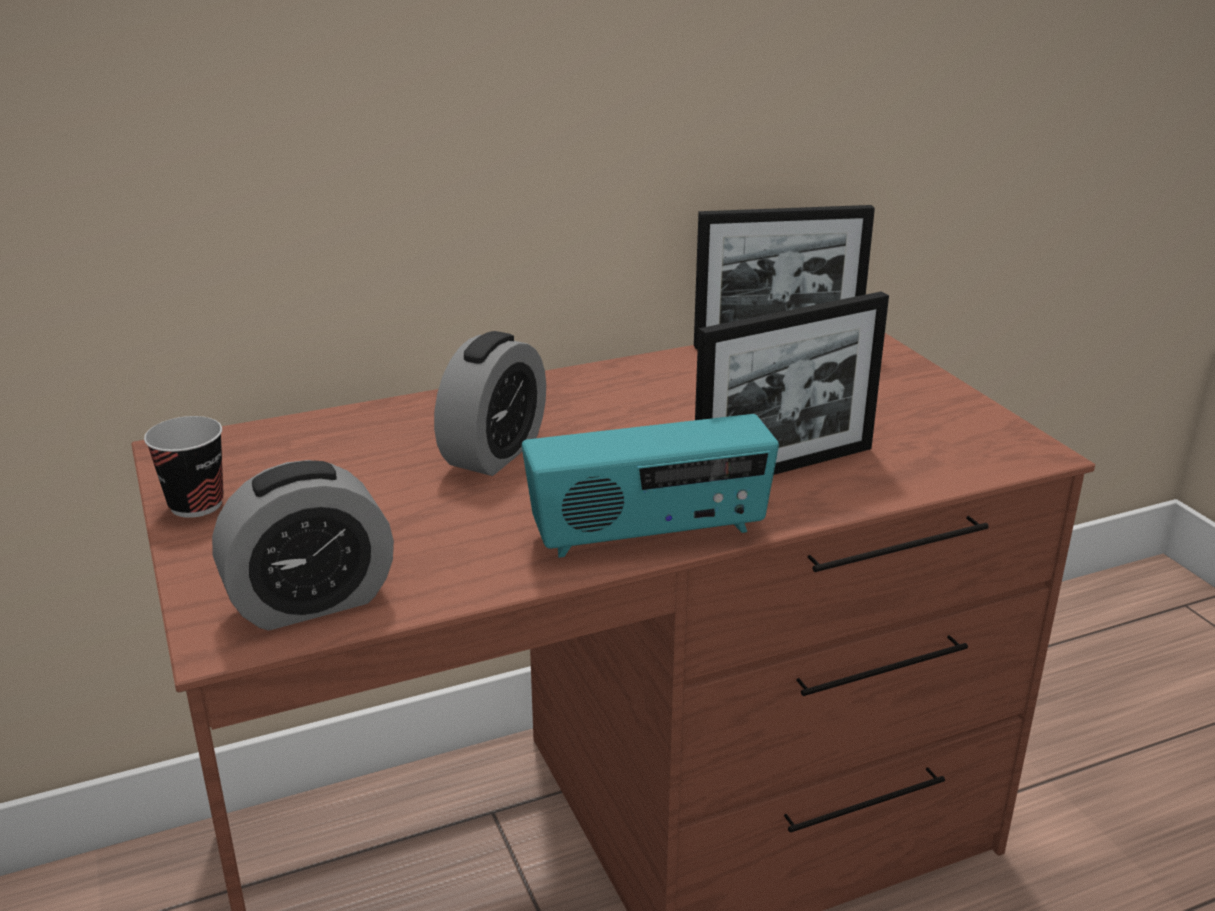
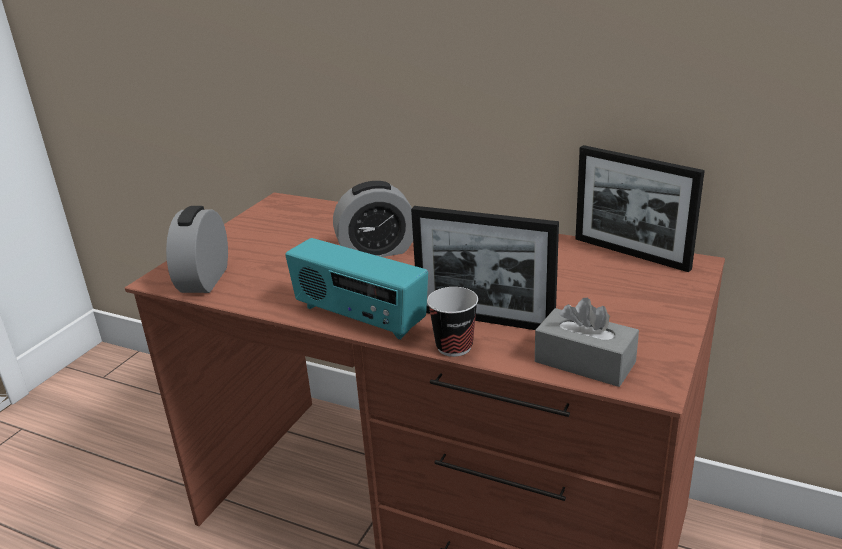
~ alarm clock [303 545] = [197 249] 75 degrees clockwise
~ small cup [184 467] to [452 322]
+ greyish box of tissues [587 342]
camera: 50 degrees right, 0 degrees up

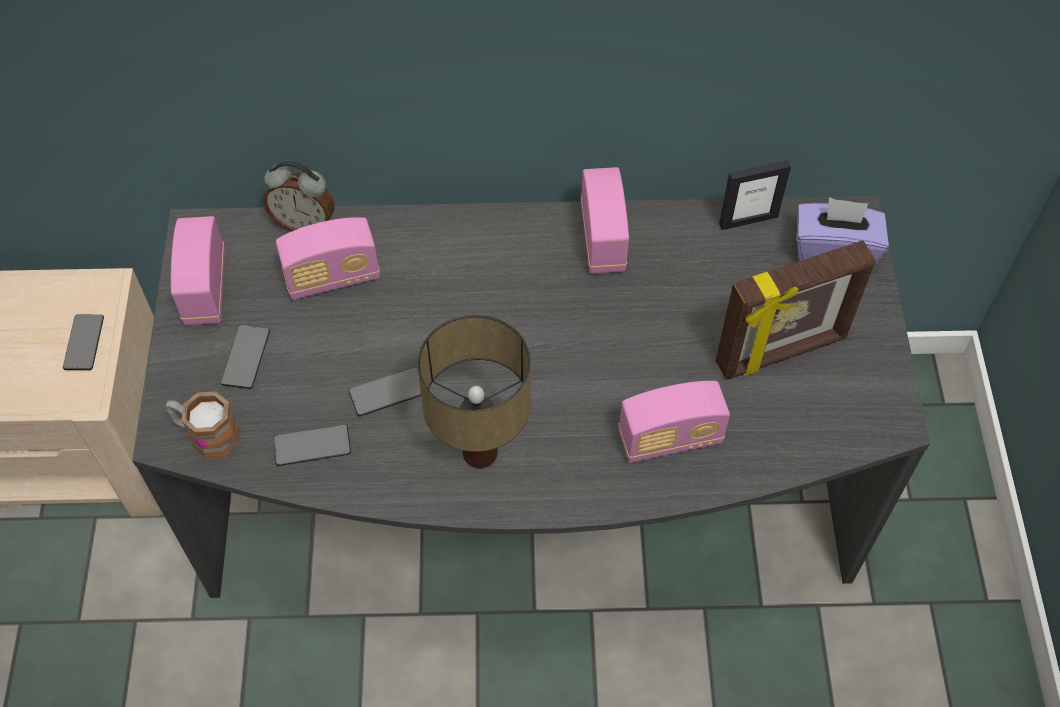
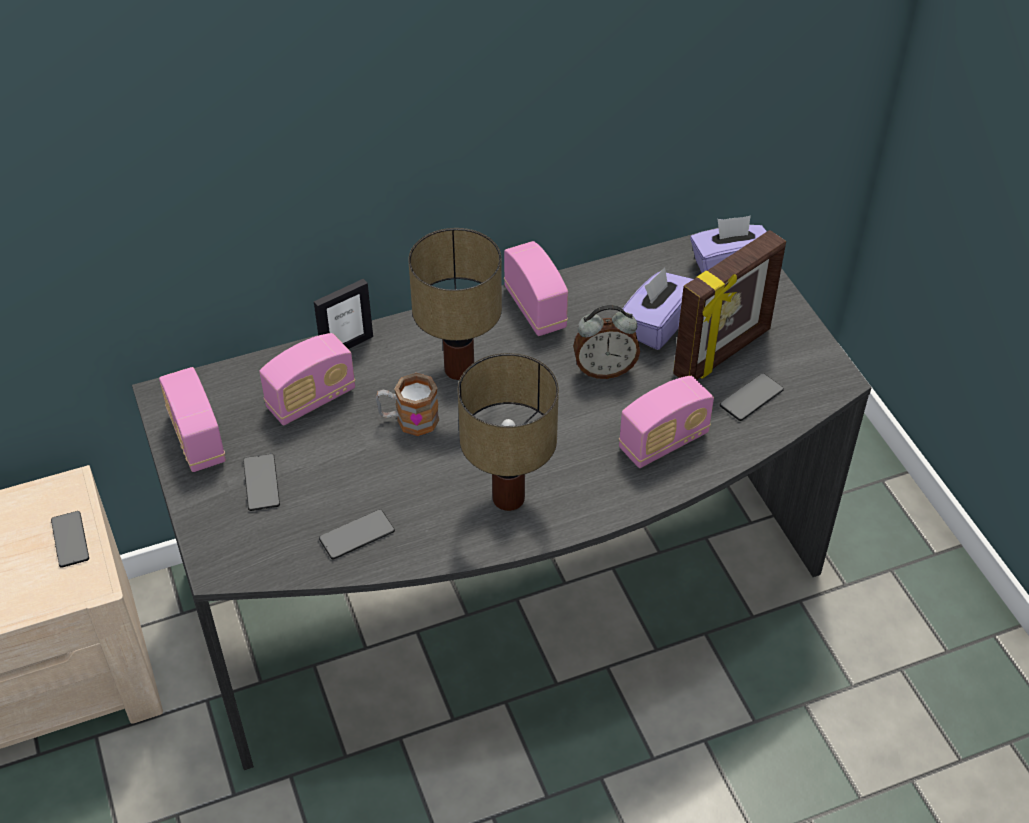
~ photo frame [755 195] to [343 314]
~ tea mug [202 424] to [407 404]
+ tabletop lamp [455 304]
~ alarm clock [299 196] to [606 342]
+ purple-coloured box of tissues [658 308]
~ phone [385 391] to [752 397]
camera: 20 degrees left, 10 degrees down

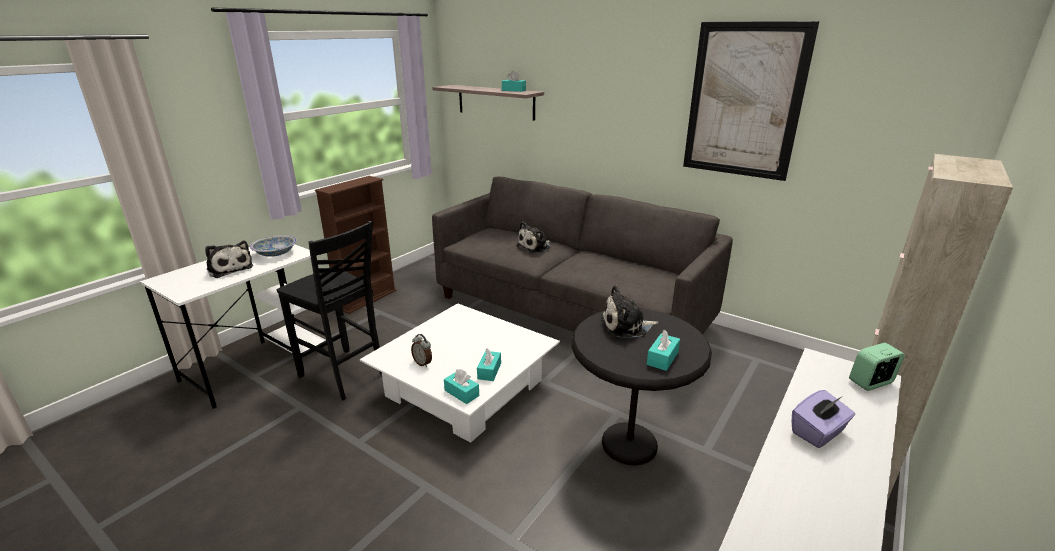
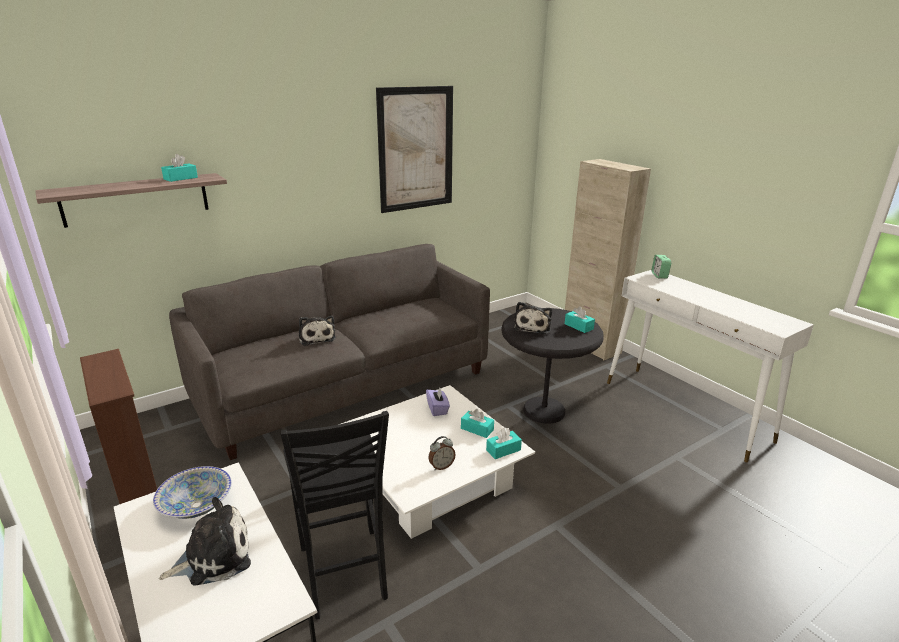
~ black-coloured chair [329 310] = [335 515] 105 degrees clockwise
~ purple-coloured box of tissues [823 419] to [438 401]
camera: 70 degrees left, 0 degrees up

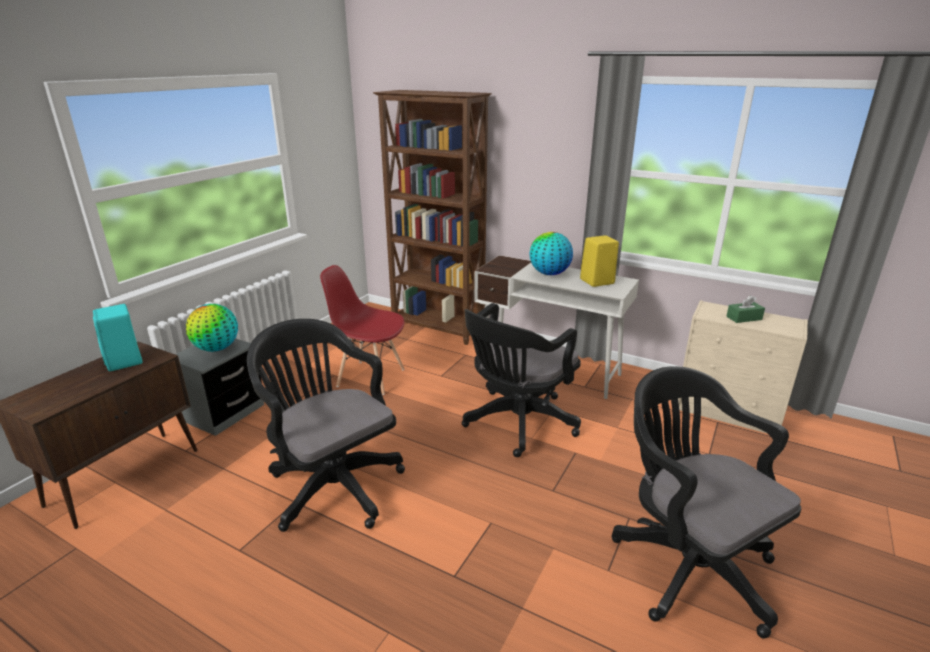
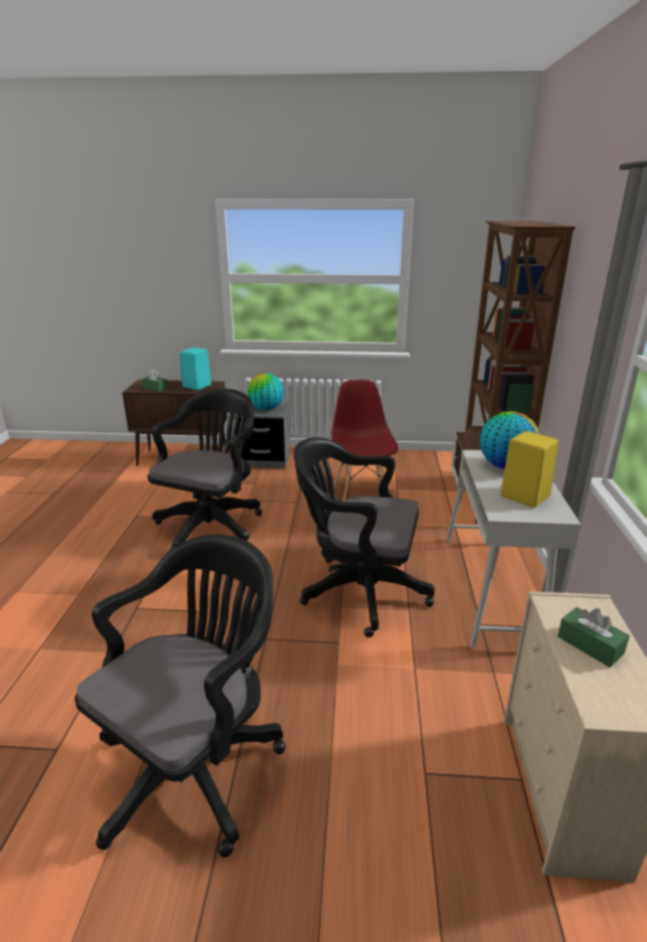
+ green-coloured box of tissues [155 380]
camera: 65 degrees right, 0 degrees up

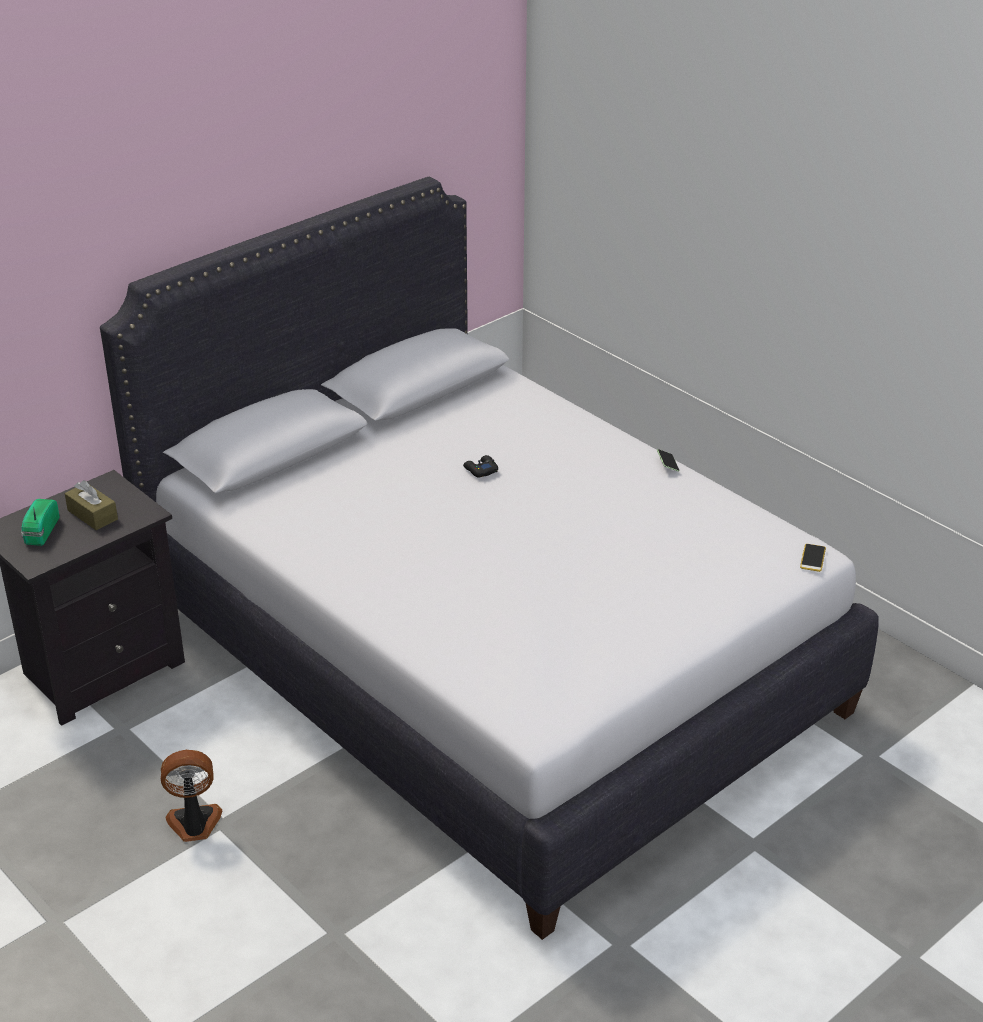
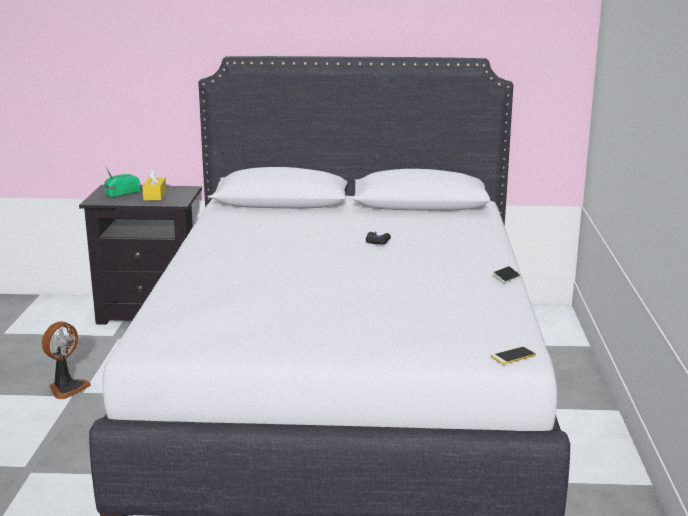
~ cooling fan [191 796] = [66 360] 90 degrees clockwise
~ brown-coloured box of tissues [91 505] to yellow-coloured box of tissues [154 184]
camera: 45 degrees right, 15 degrees down

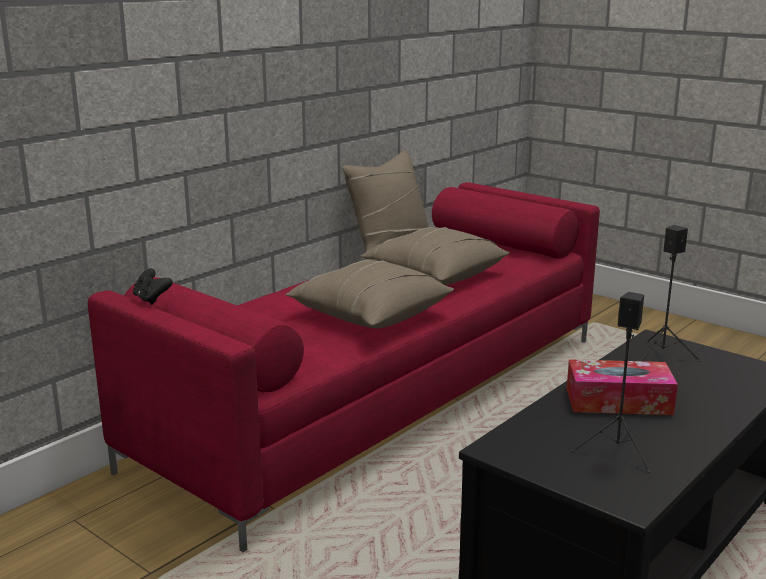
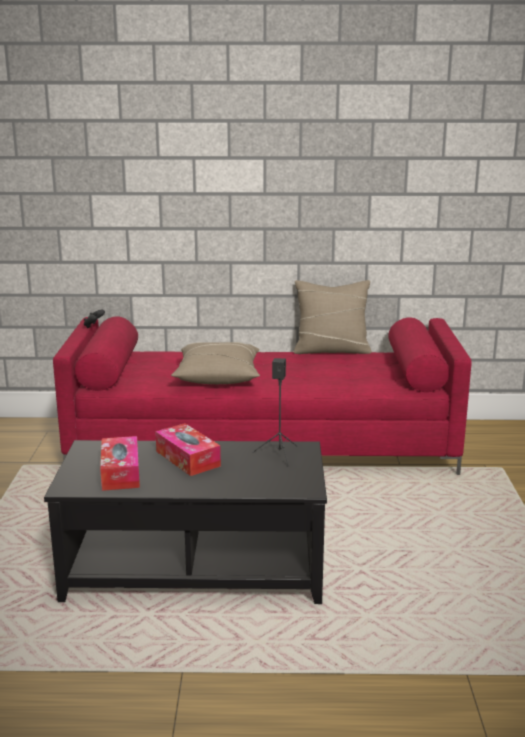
~ black-coloured audio speaker [611 382] to box of tissues [120 463]
- sand-coloured cushion [435 256]
camera: 50 degrees right, 0 degrees up

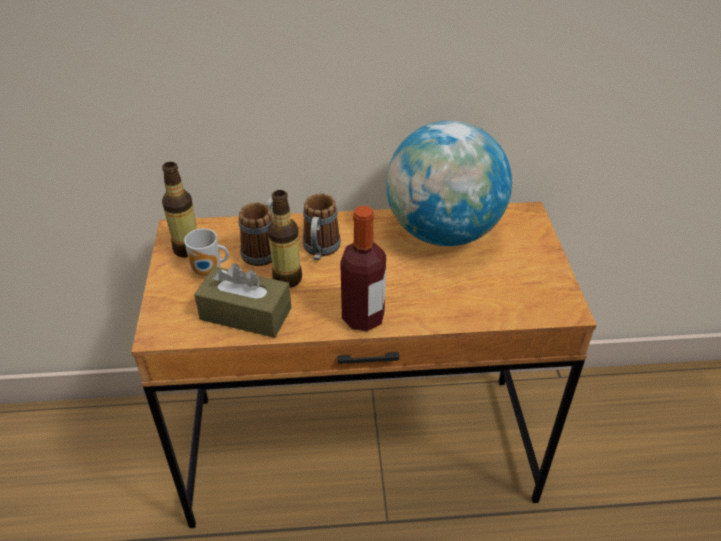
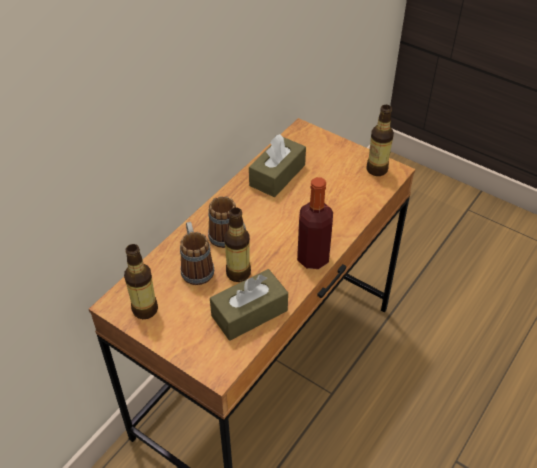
~ desk globe [449 183] to brown-coloured box of tissues [277 165]
+ beverage bottle [380 140]
- tea mug [206 252]
camera: 50 degrees left, 5 degrees up

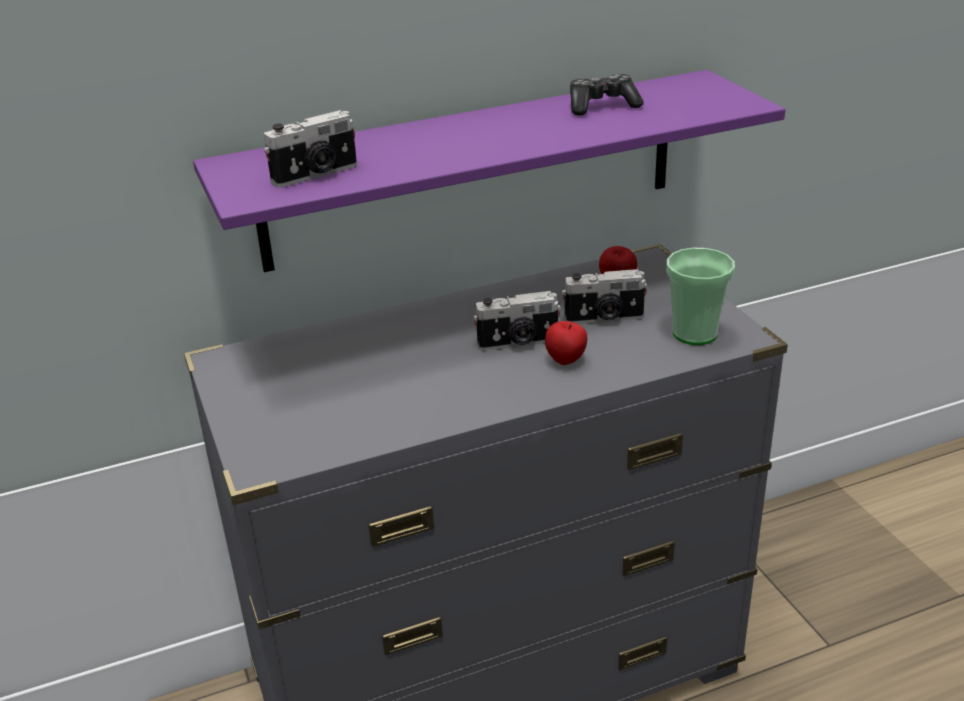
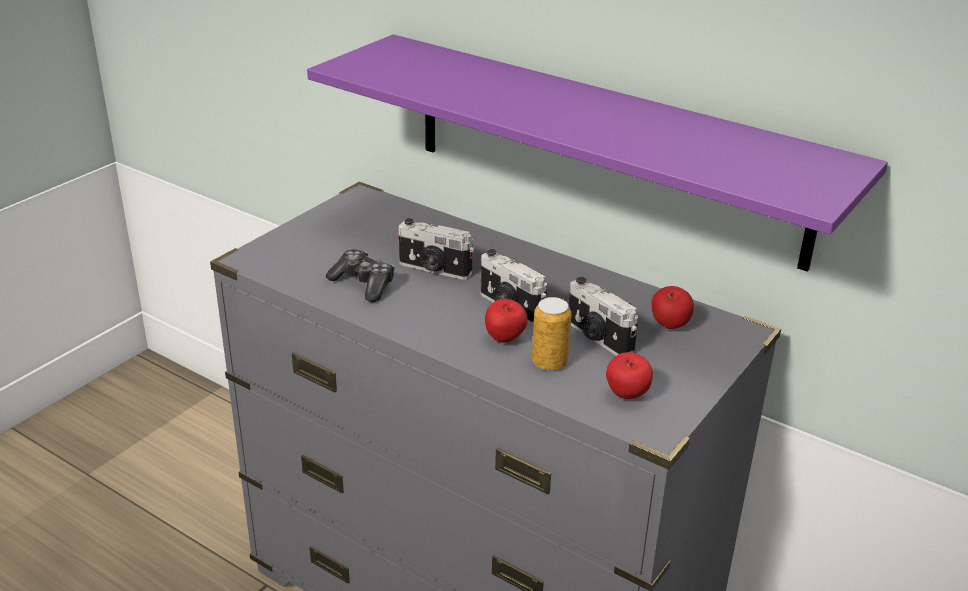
~ joypad [606 95] to [360 275]
~ photo camera [310 149] to [436 249]
+ can [552 334]
~ small cup [701 296] to whole apple [629 375]
camera: 55 degrees right, 0 degrees up

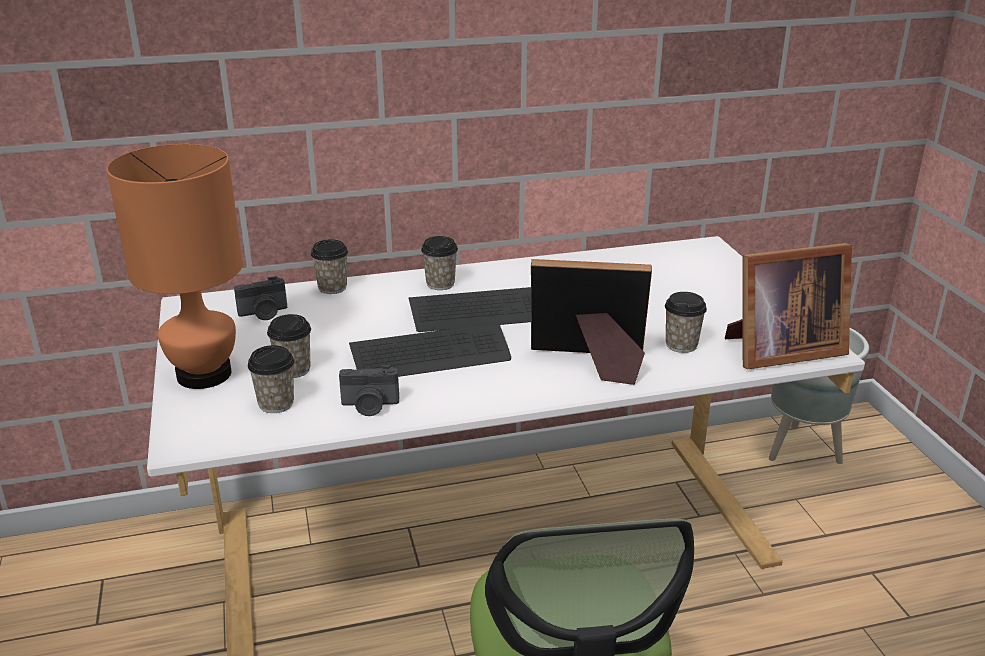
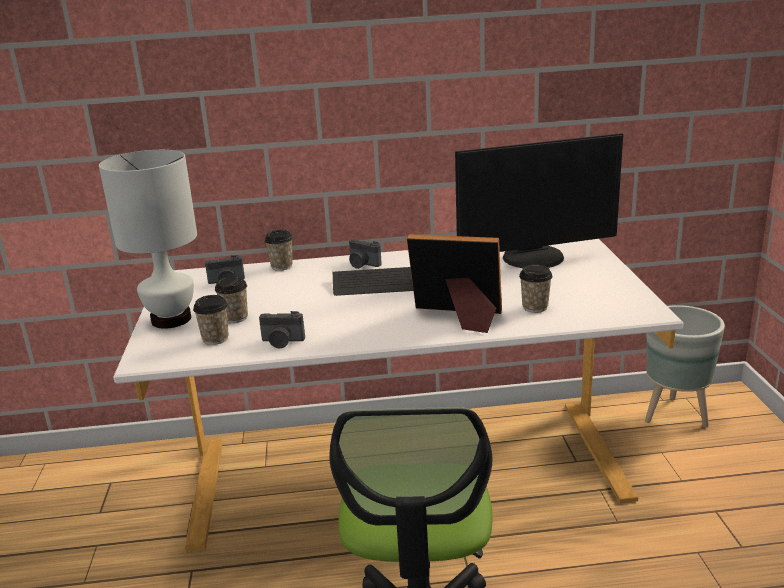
~ orange tabletop lamp [174 266] to white-coloured tabletop lamp [148 239]
~ small cup [439 263] to photo camera [365 254]
+ monitor [539 200]
- computer keyboard [430 350]
- photo frame [788 306]
camera: 10 degrees right, 5 degrees down

